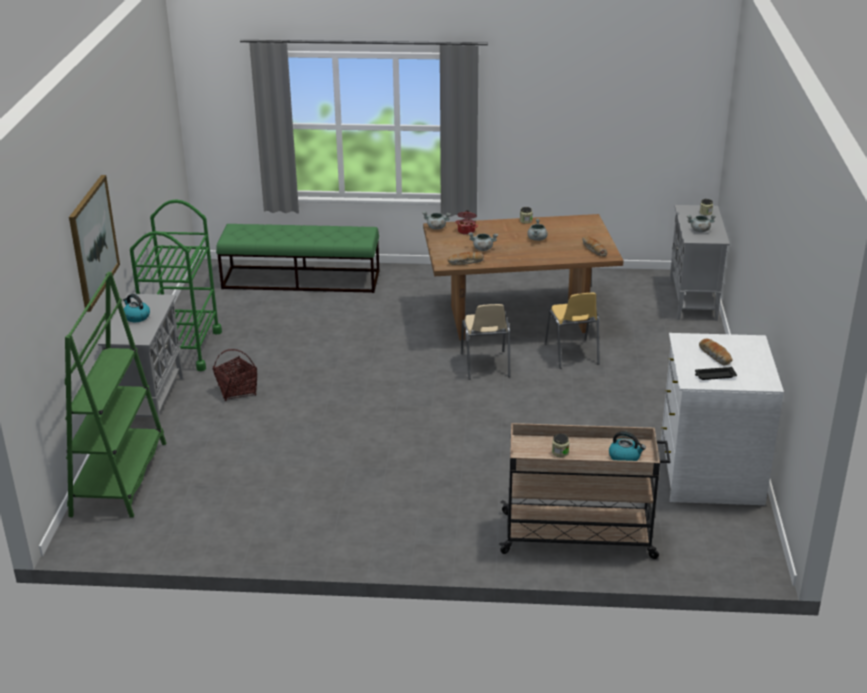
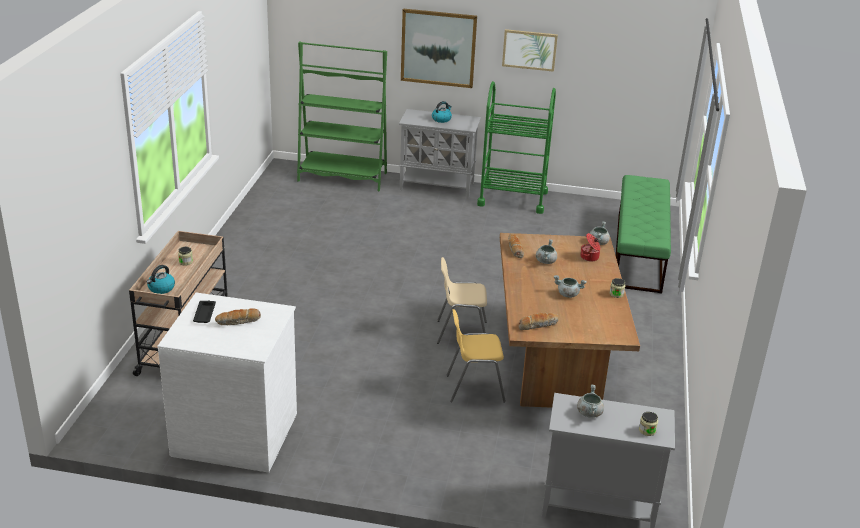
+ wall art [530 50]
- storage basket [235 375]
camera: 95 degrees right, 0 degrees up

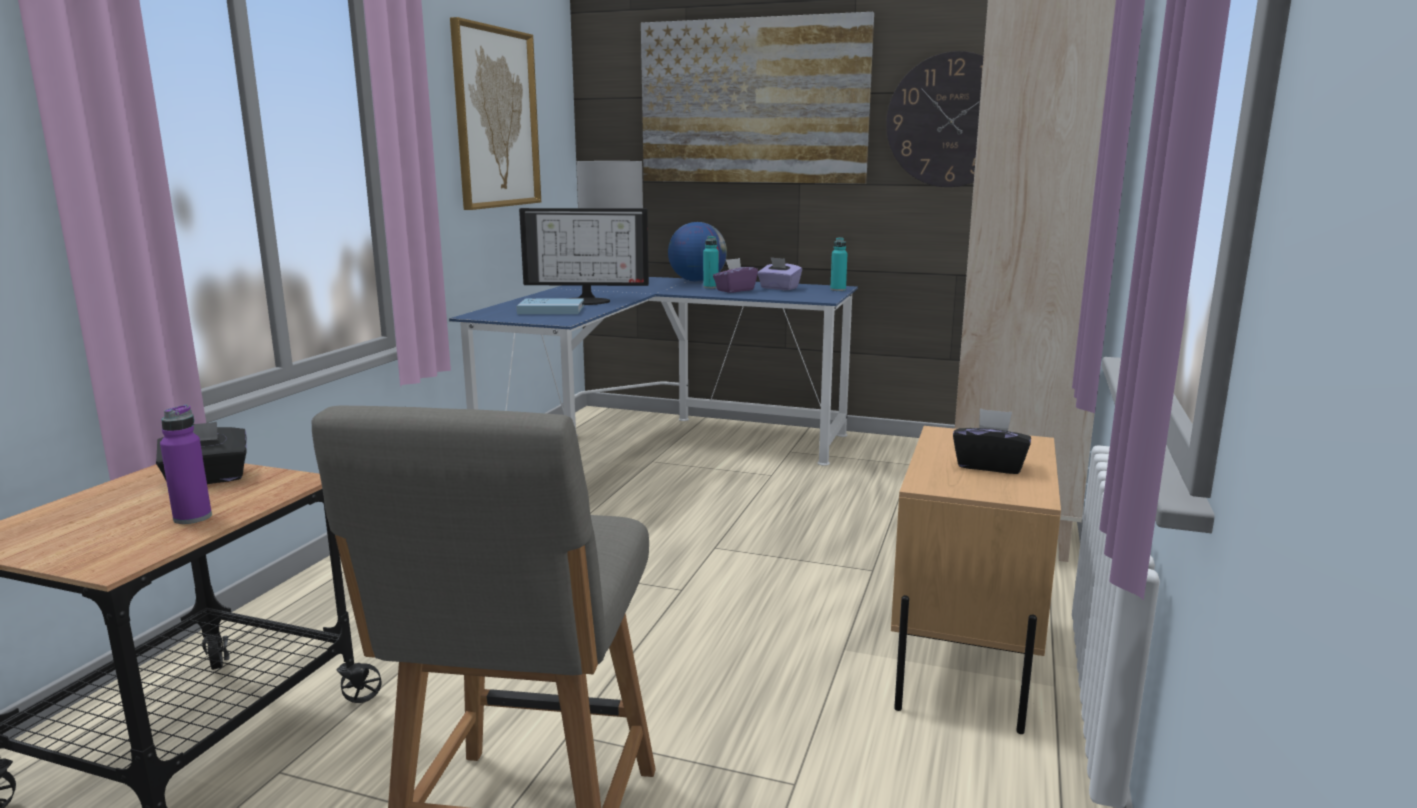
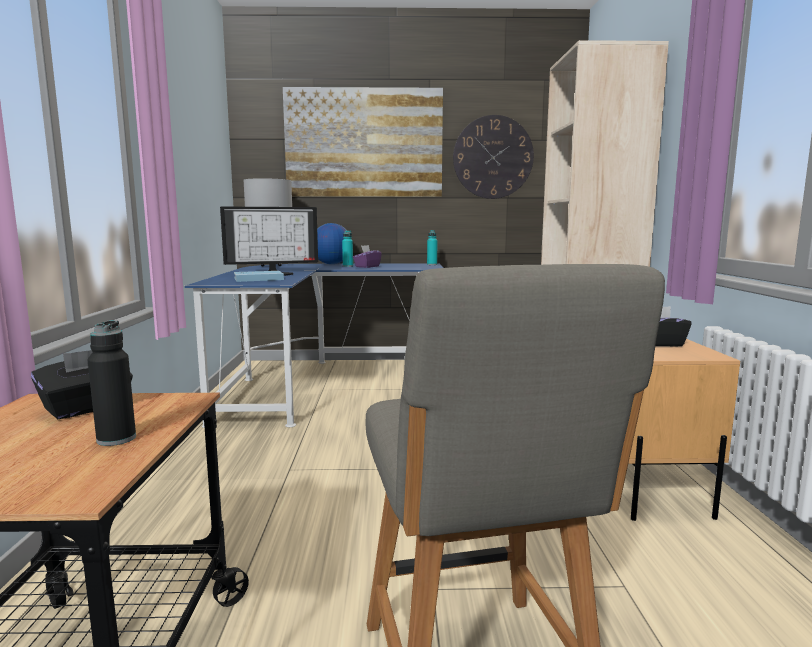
~ purple-coloured beverage bottle [186 464] to black-coloured beverage bottle [111 383]
- wall art [495 113]
- purple-coloured box of tissues [780 273]
camera: 20 degrees left, 5 degrees down

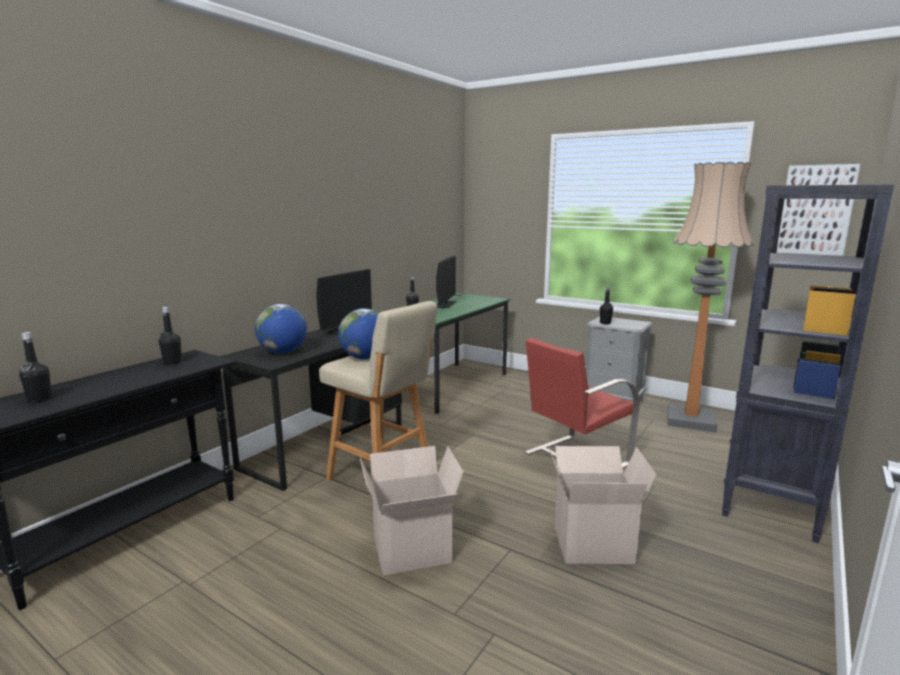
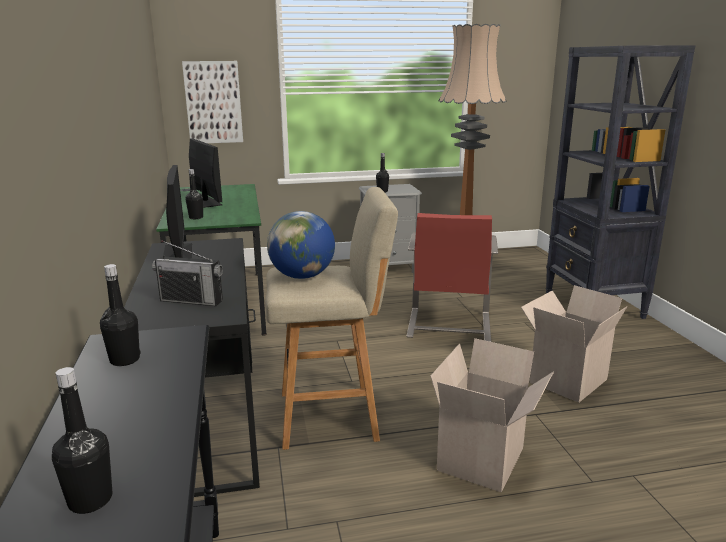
~ desk globe [281 329] to radio [187 273]
~ wall art [818 210] to [212 102]
camera: 45 degrees left, 5 degrees up

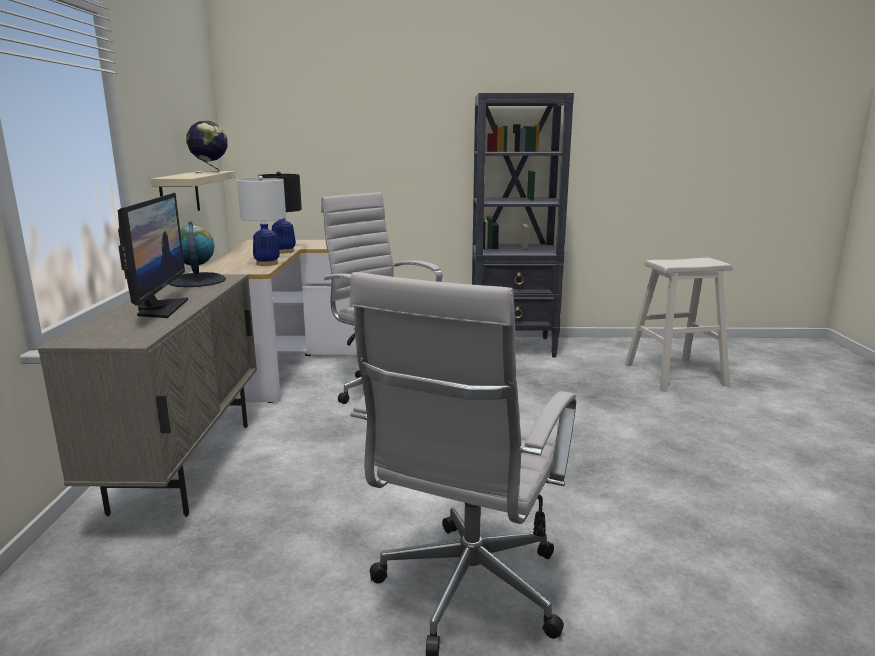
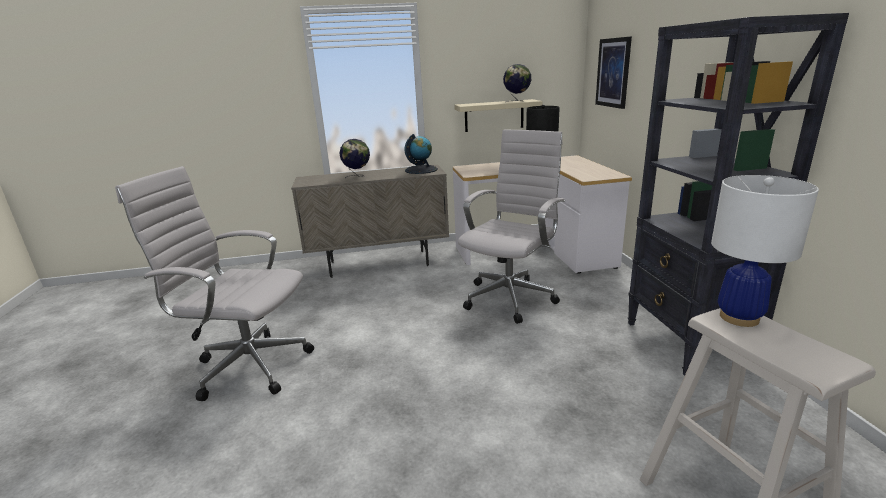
~ monitor [153 255] to desk globe [354 159]
+ wall art [613 73]
~ white-coloured tabletop lamp [261 221] to [765 251]
camera: 80 degrees right, 5 degrees up

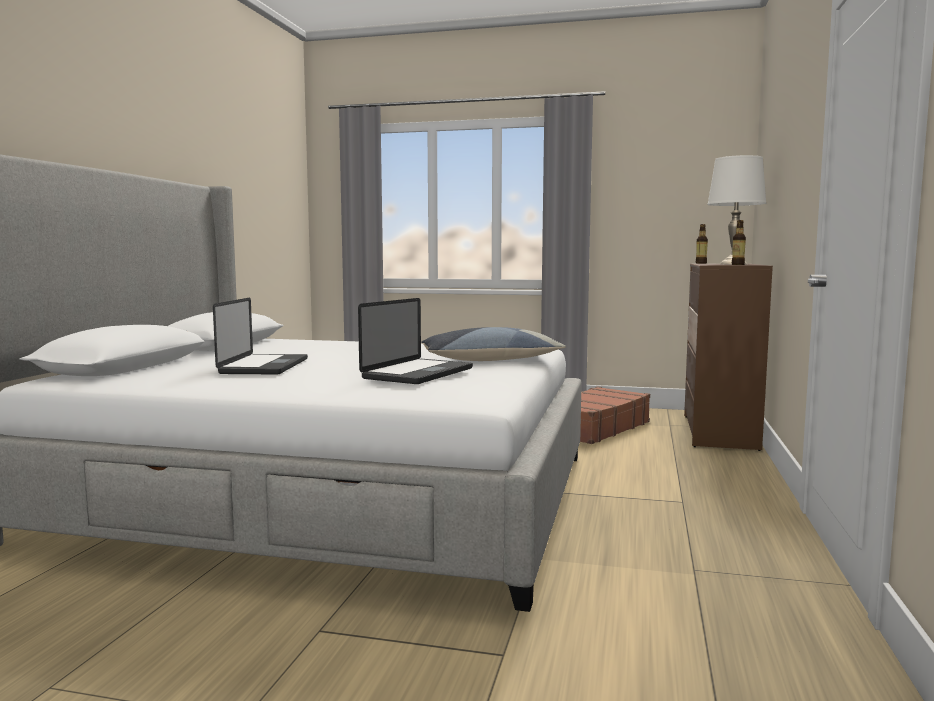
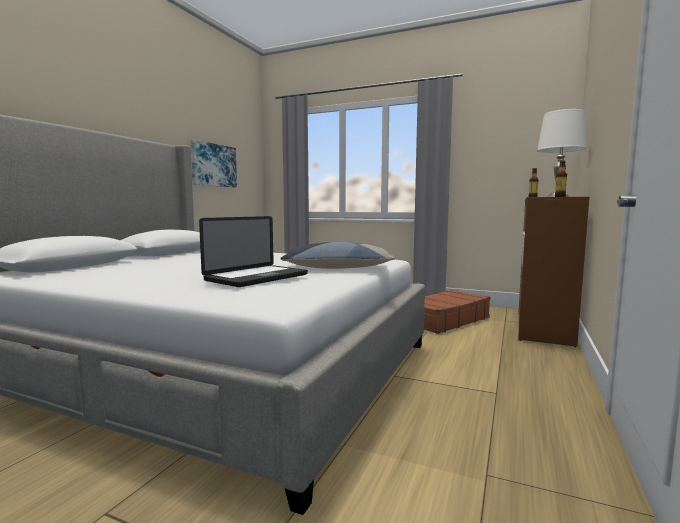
+ wall art [214 163]
- notebook computer [260 336]
camera: 10 degrees right, 0 degrees up

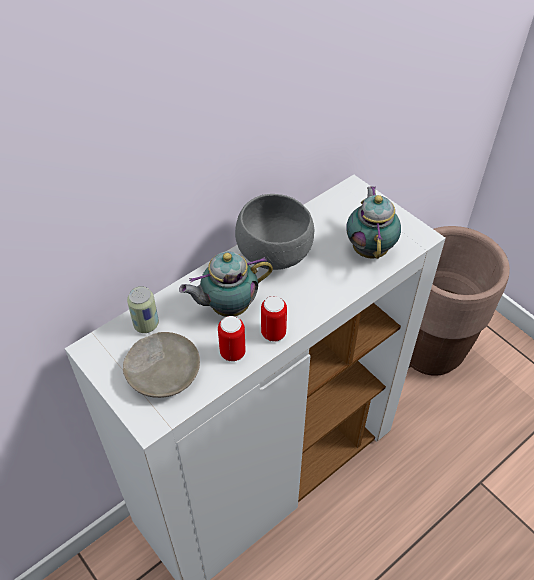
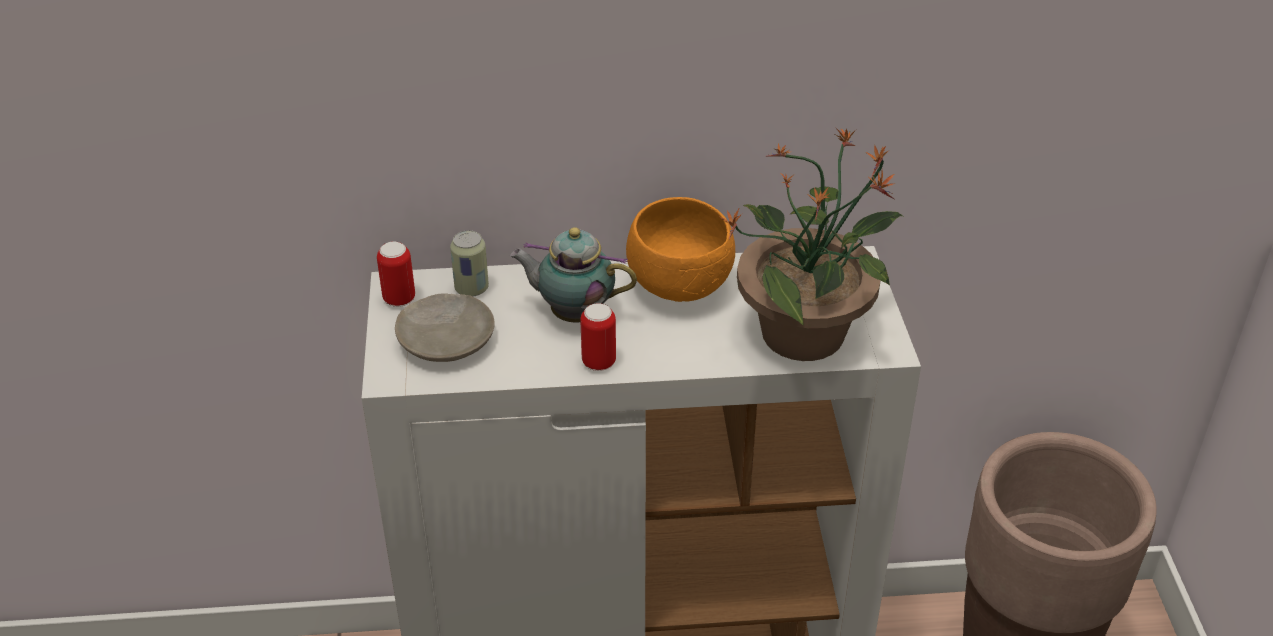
~ can [232 339] to [396 274]
~ greyish bowl [275 232] to orange bowl [680 249]
~ pot for tea [373 222] to houseplant [811 244]
camera: 35 degrees right, 10 degrees down

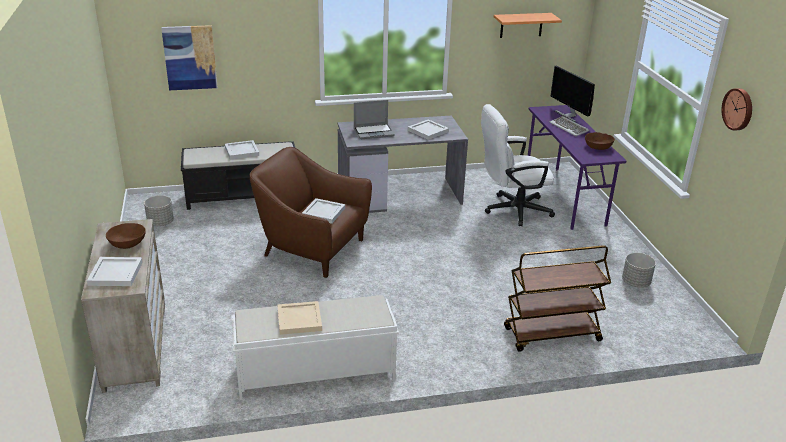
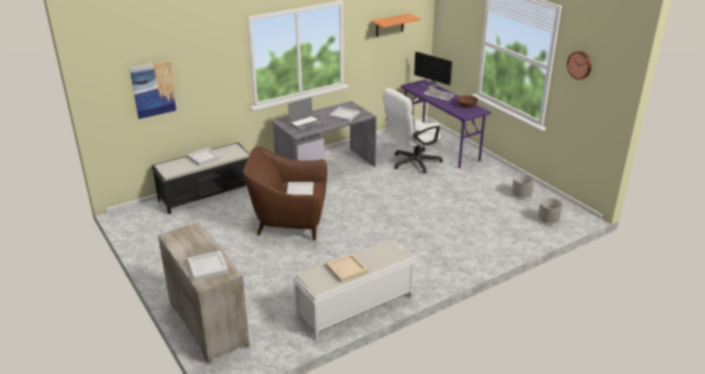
~ greyish flower pot [159 210] to [550 211]
- brown-coloured bowl [126 236]
- brown-coloured trolley [557 298]
camera: 20 degrees left, 0 degrees up

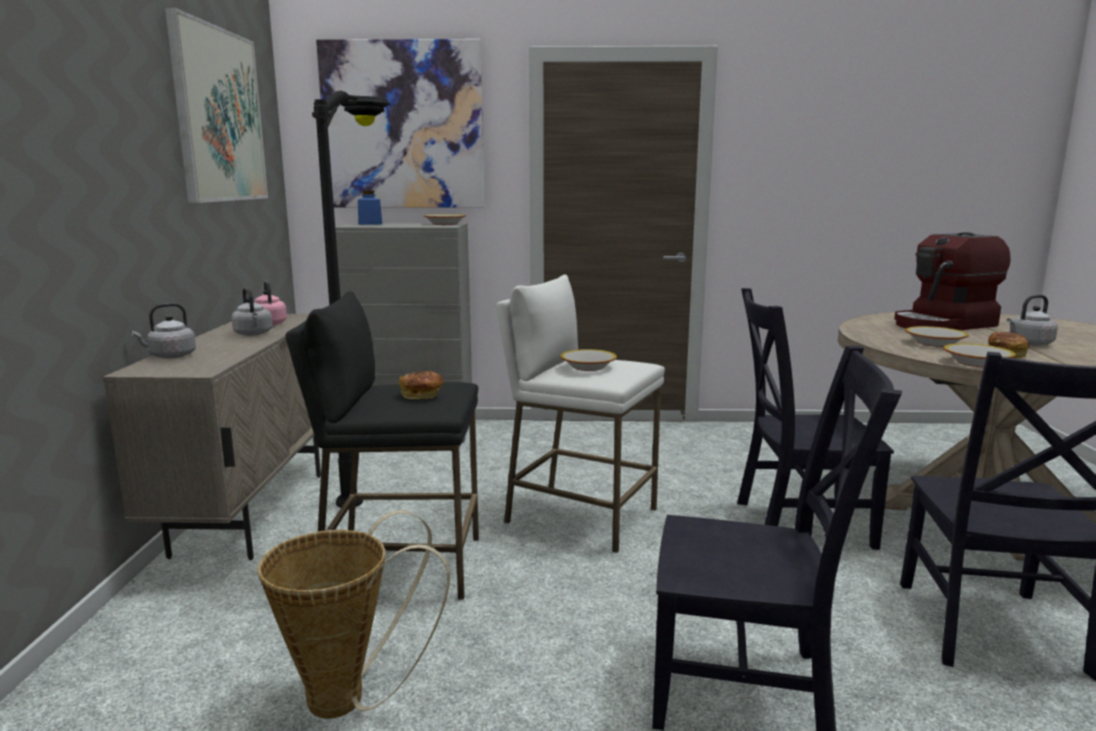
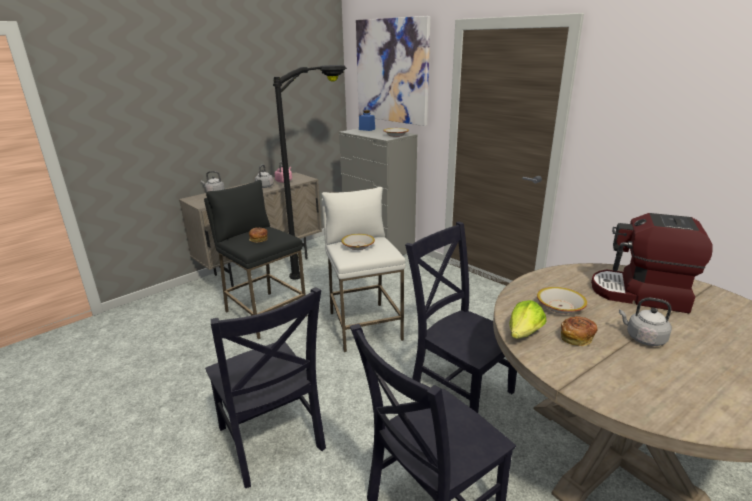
~ bowl [979 355] to lettuce head [527 319]
- wall art [216 105]
- storage basket [354 614]
camera: 45 degrees right, 10 degrees up

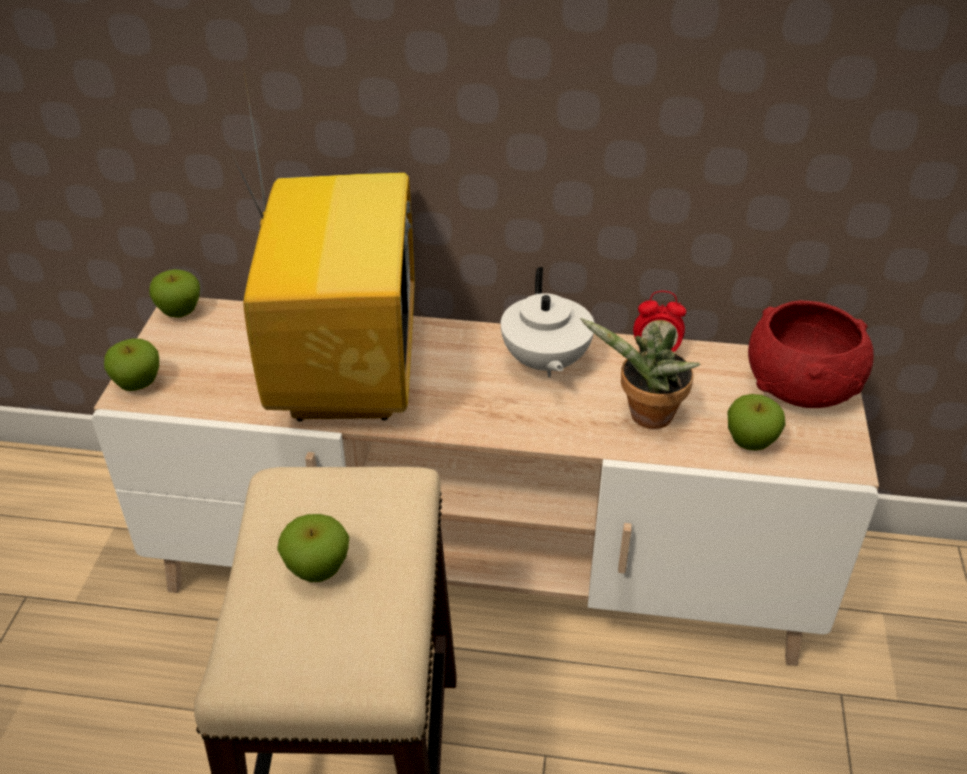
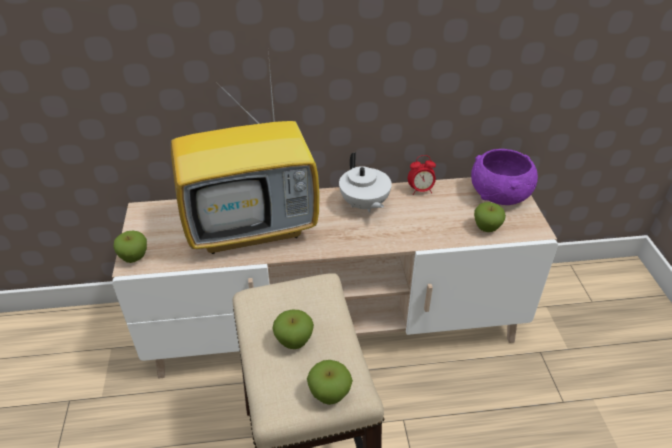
~ TV [322 247] = [245 153] 90 degrees clockwise
~ whole apple [174 293] to [330 382]
~ red bowl [811 354] to purple-coloured bowl [504 177]
- houseplant [640 373]
camera: 15 degrees left, 0 degrees up

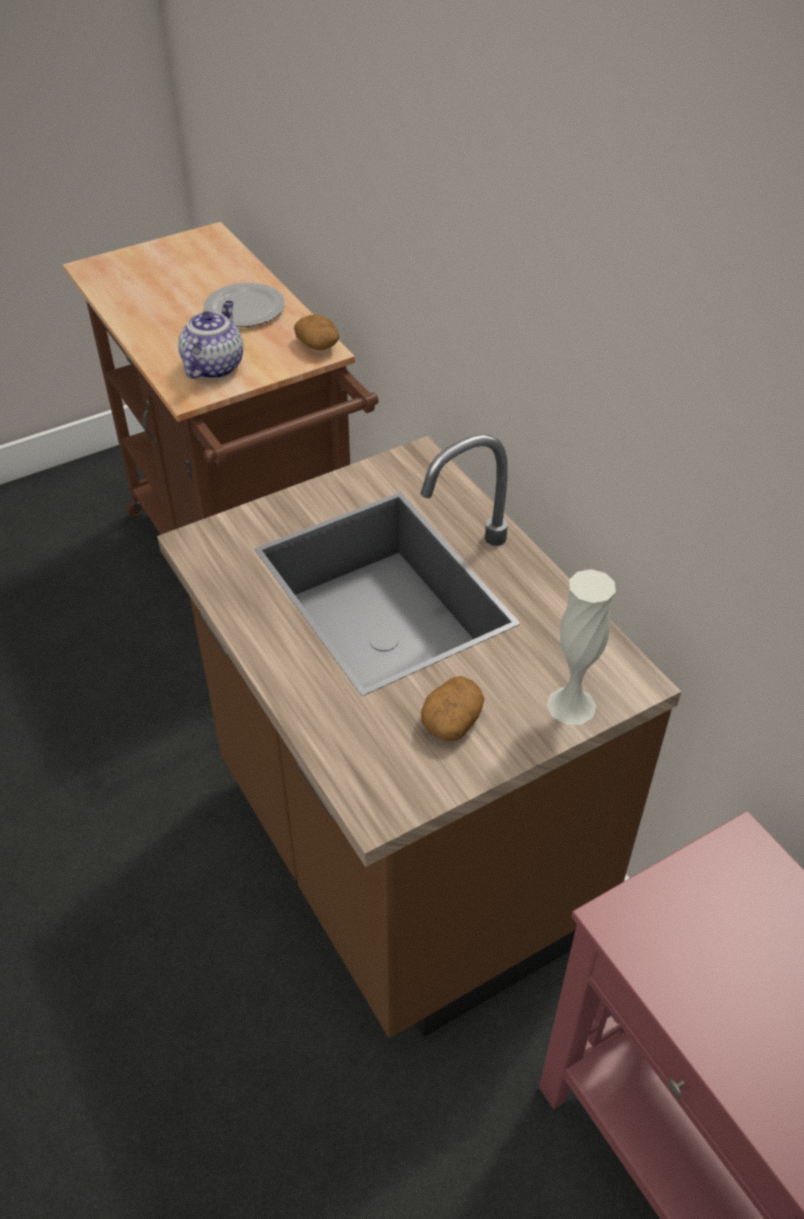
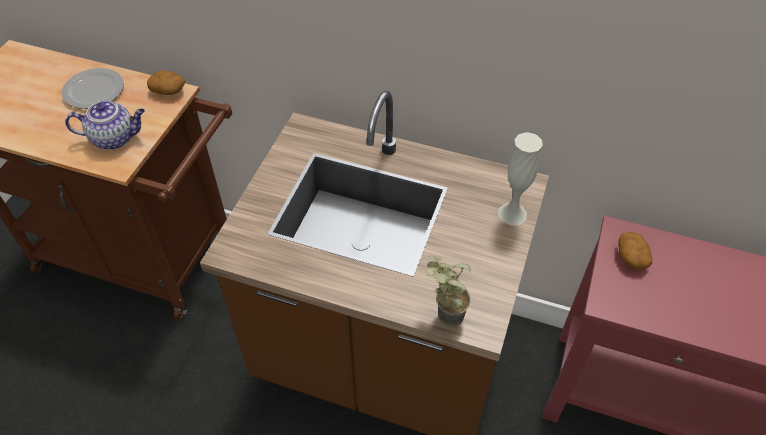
~ pot for tea [210 340] = [105 125] 105 degrees clockwise
+ houseplant [448 291]
~ potato [452 708] to [635 251]
camera: 40 degrees left, 5 degrees up

